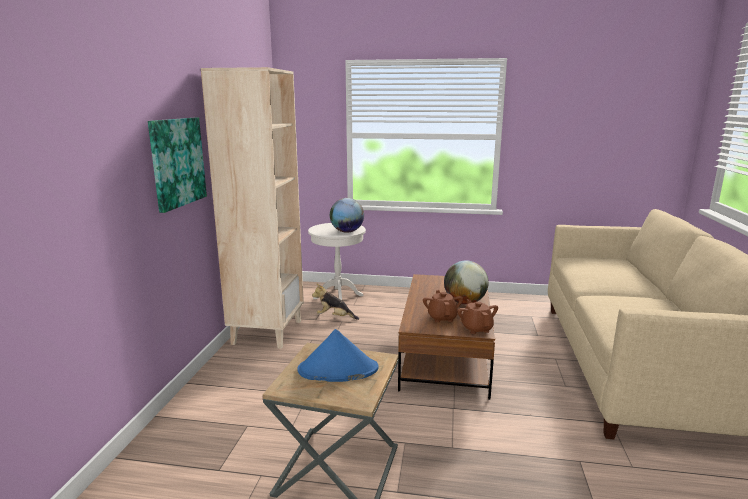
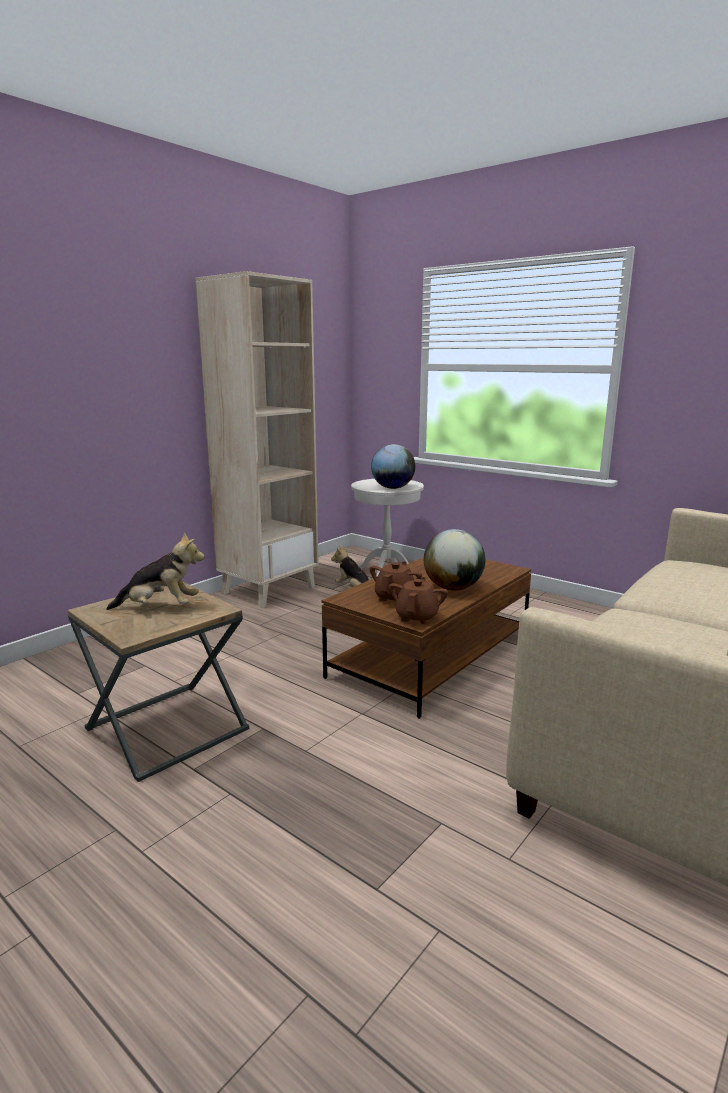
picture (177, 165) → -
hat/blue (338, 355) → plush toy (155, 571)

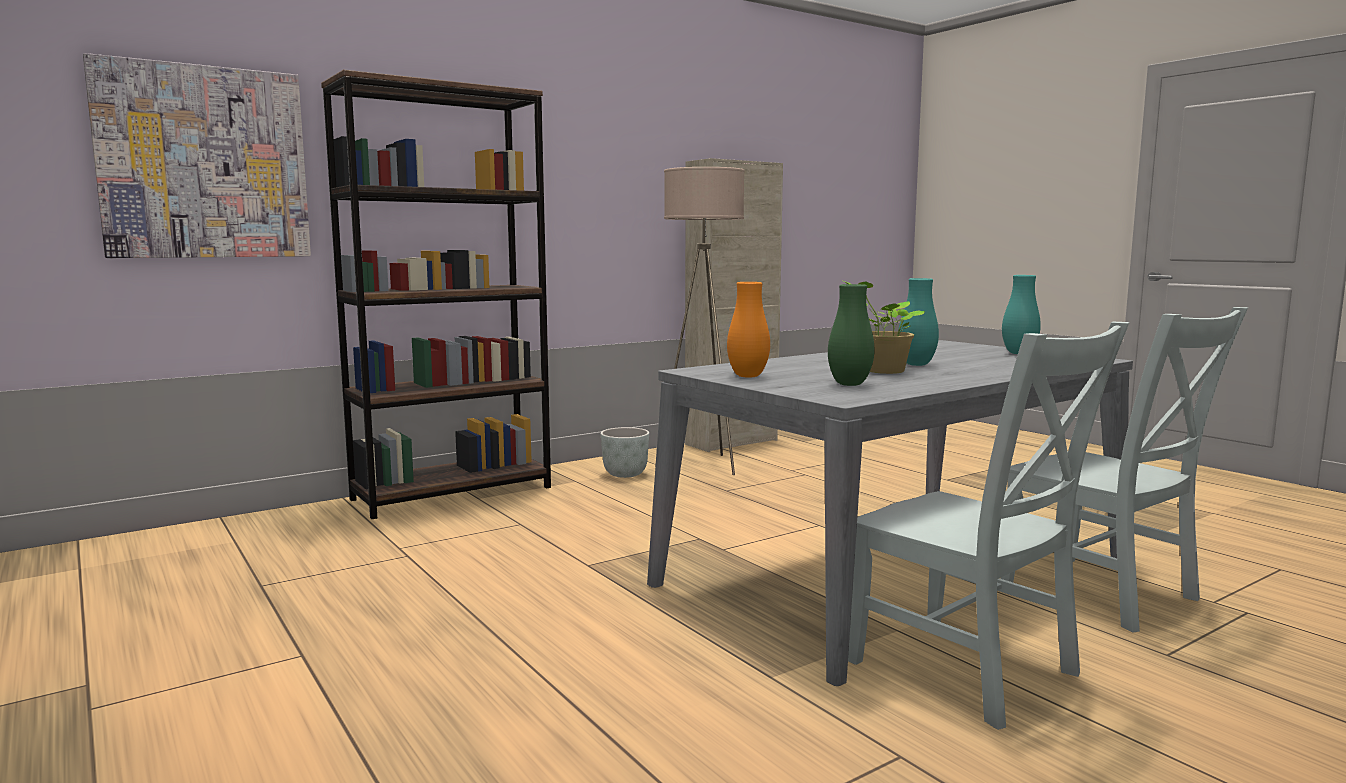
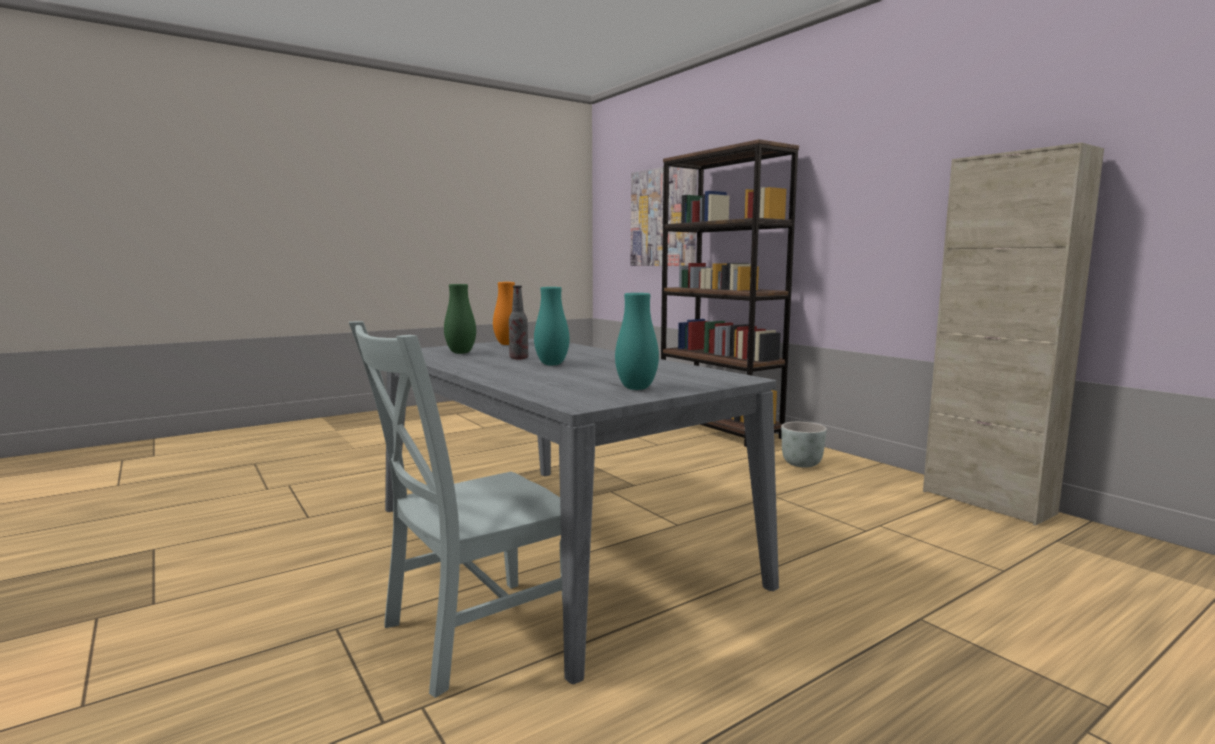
floor lamp/beige (700, 321) → -
chair/grey (989, 526) → -
potted plant (884, 327) → bottle (518, 322)

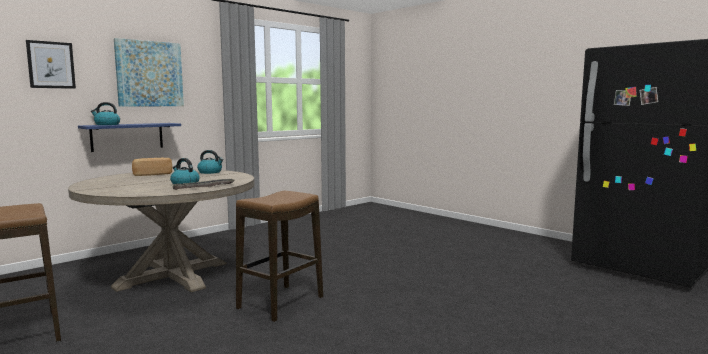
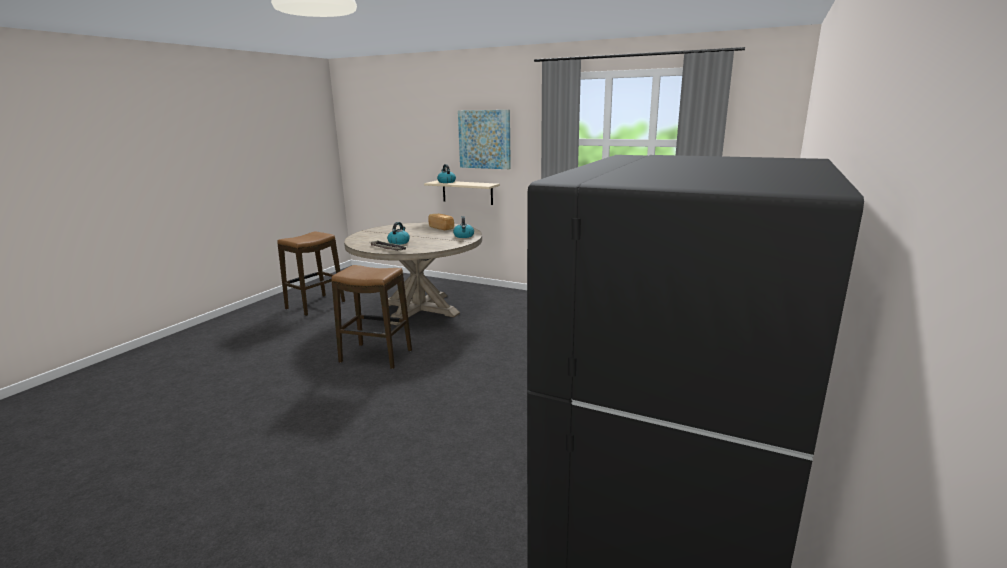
picture (51, 64) → -
shelf/blue (129, 137) → shelf/beige (462, 192)

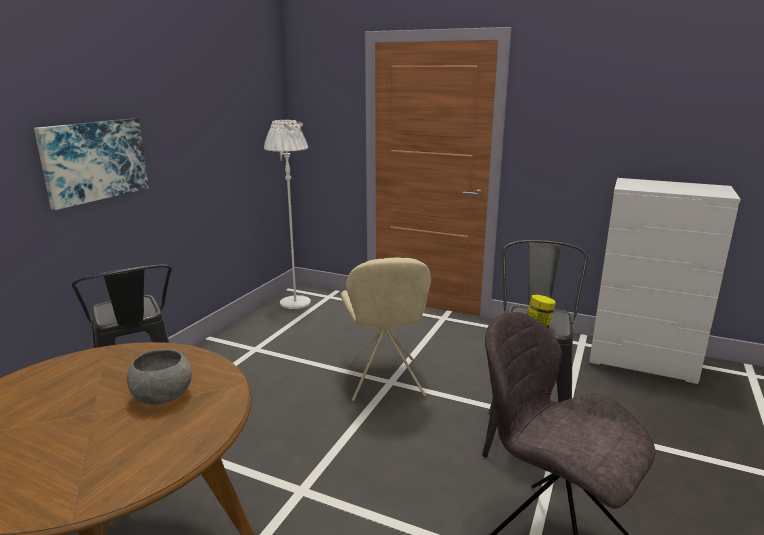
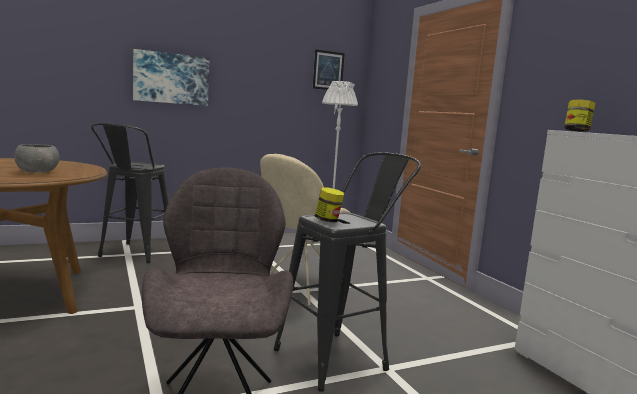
- → picture (329, 69)
- → jar (579, 115)

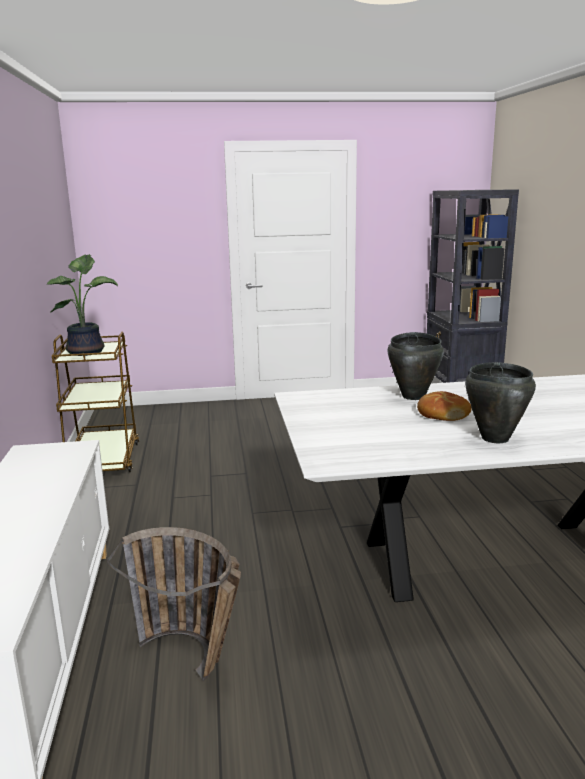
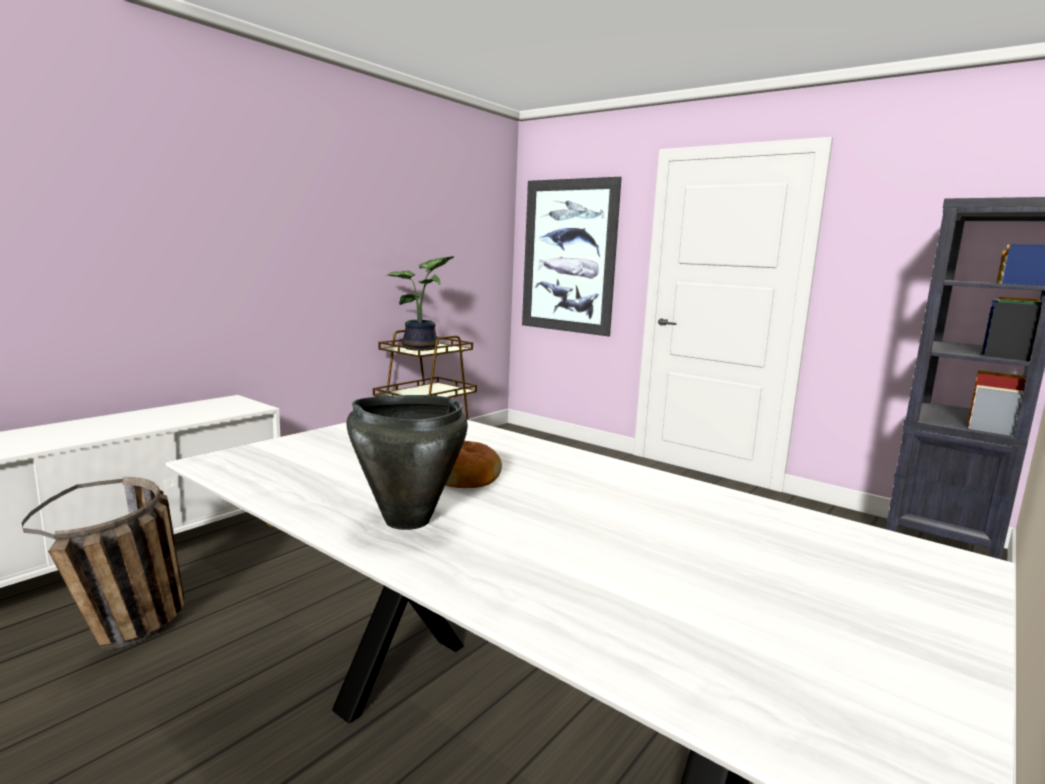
cooking pot/black (416, 366) → -
- → picture (572, 257)

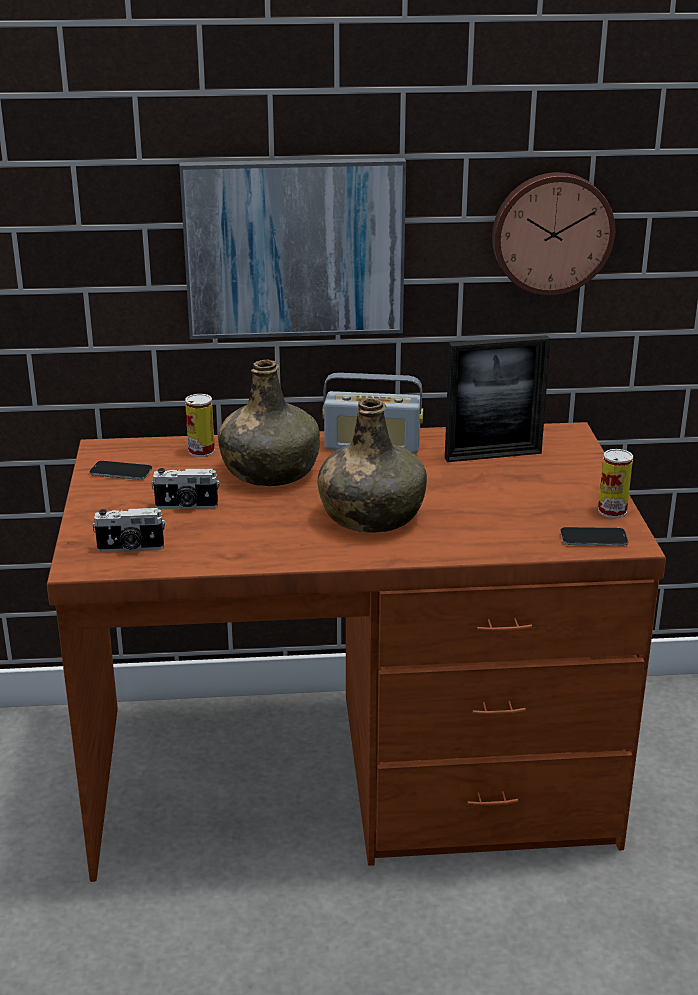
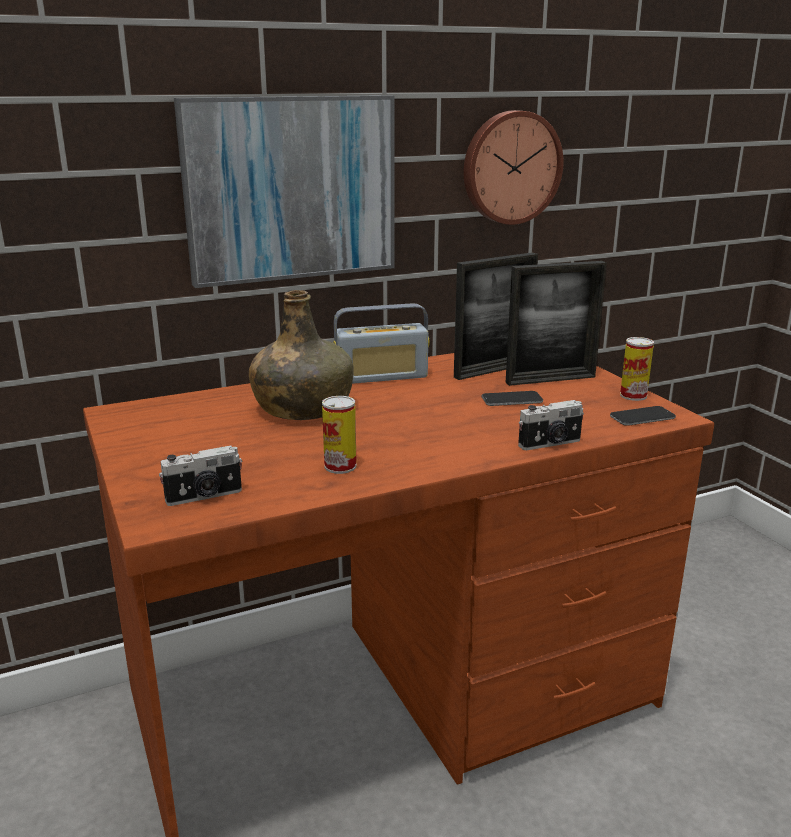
bottle/green (372, 465) → -
- → picture frame (556, 323)
phone (120, 470) → phone (512, 398), relocated
photo camera (185, 488) → photo camera (551, 425), relocated
can (200, 425) → can (339, 435), relocated

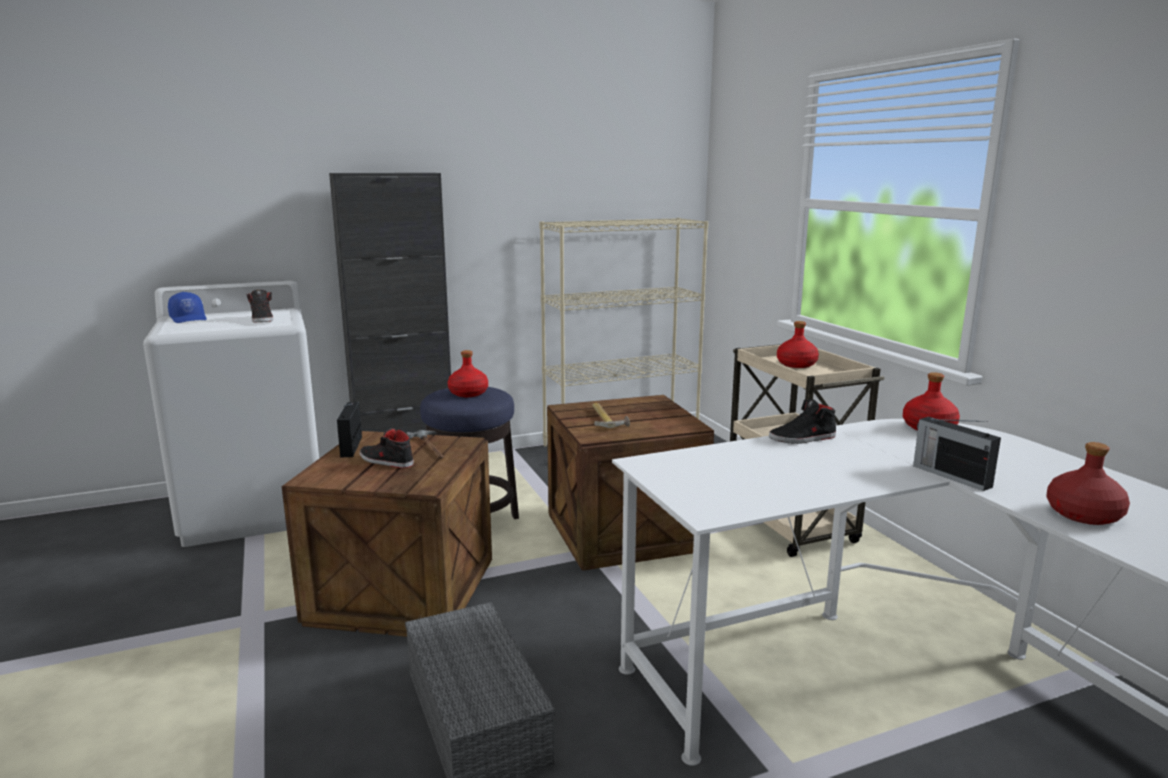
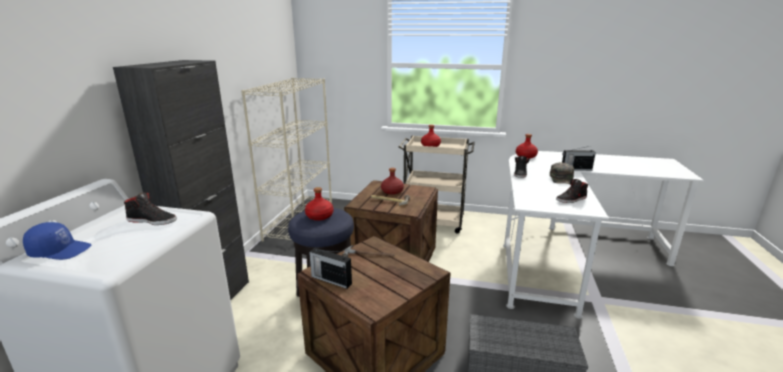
- → cap/green (562, 173)
shoe/black (387, 448) → shoe/black (572, 191), relocated
bottle/red (1088, 483) → bottle/red (392, 181), relocated

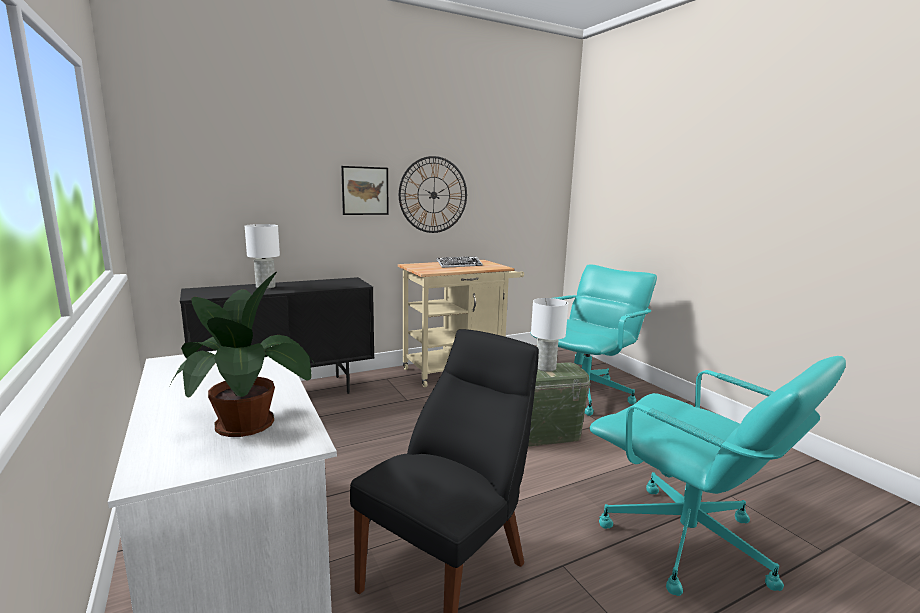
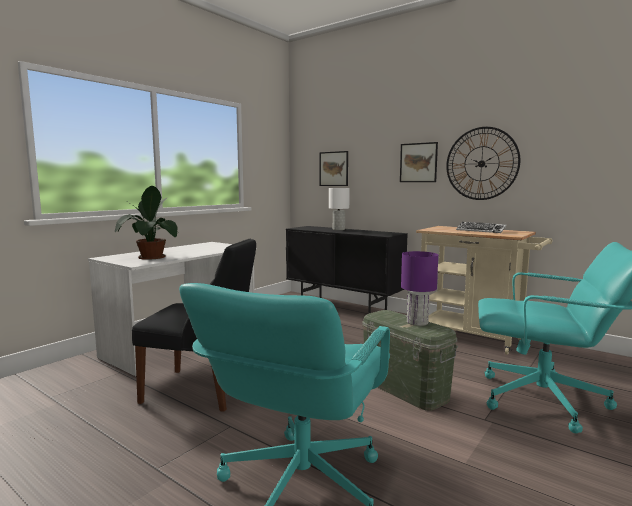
- → picture (334, 168)
table lamp/white (549, 335) → table lamp/purple (419, 288)

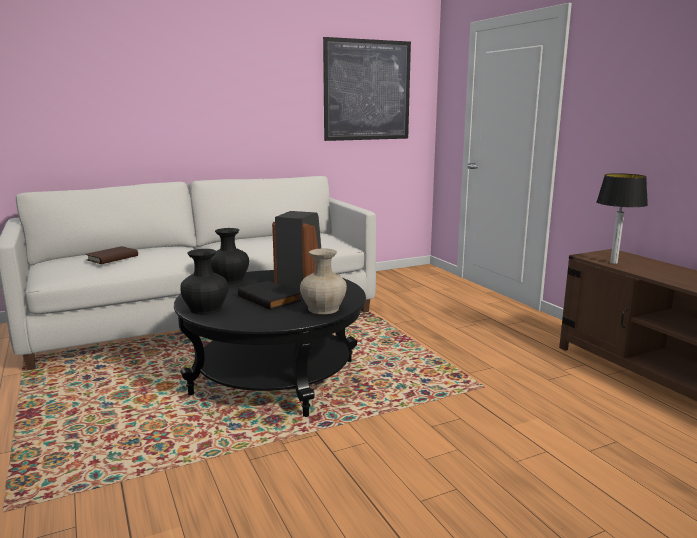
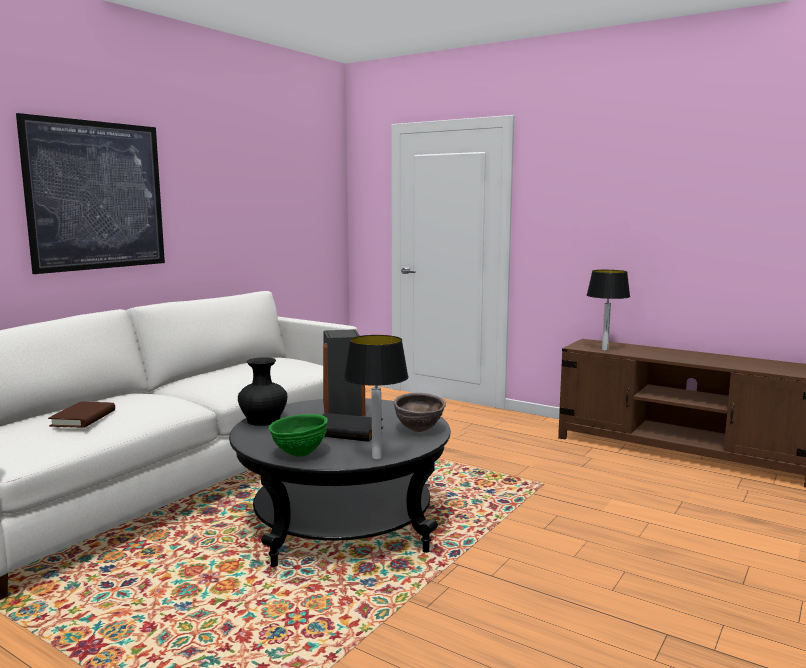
- → table lamp (376, 397)
picture (367, 89) → picture (90, 193), relocated
vase/black (204, 282) → bowl/green (298, 435)
vase/beige (323, 281) → bowl/brown (419, 412)

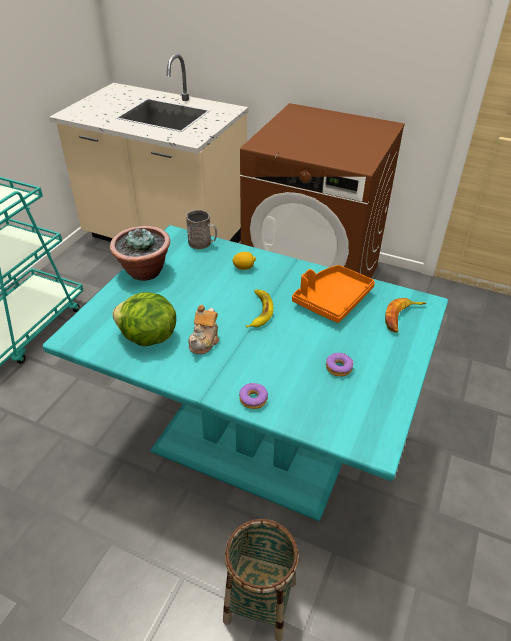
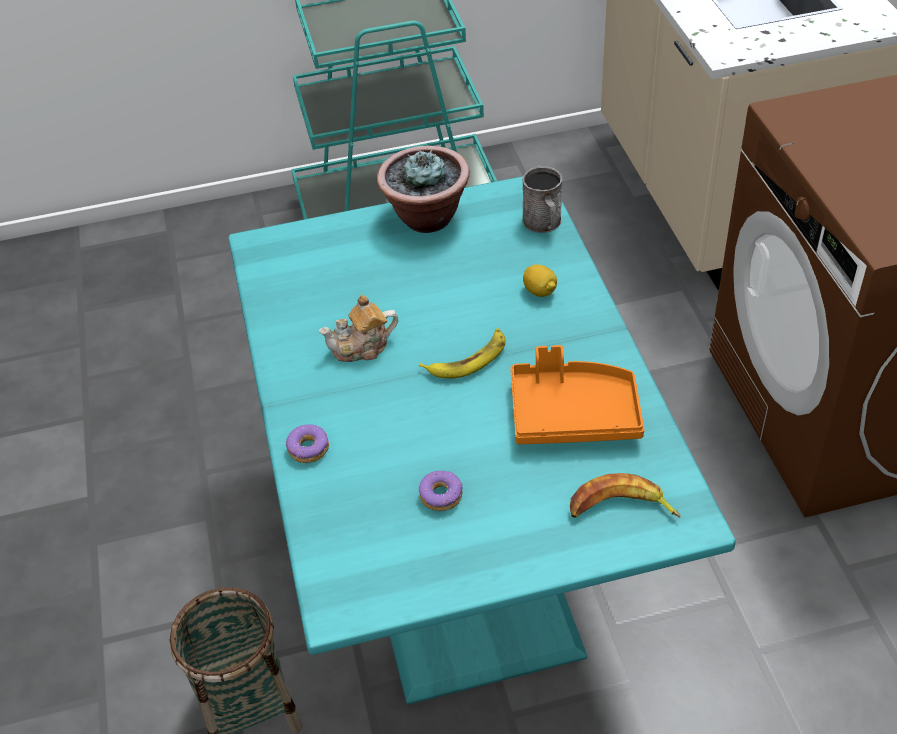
lettuce (144, 319) → -

